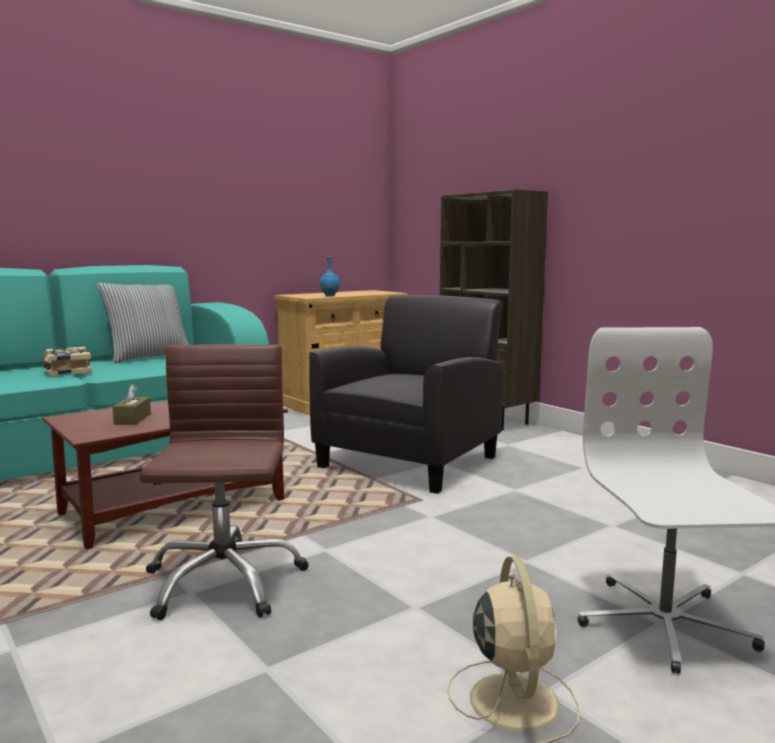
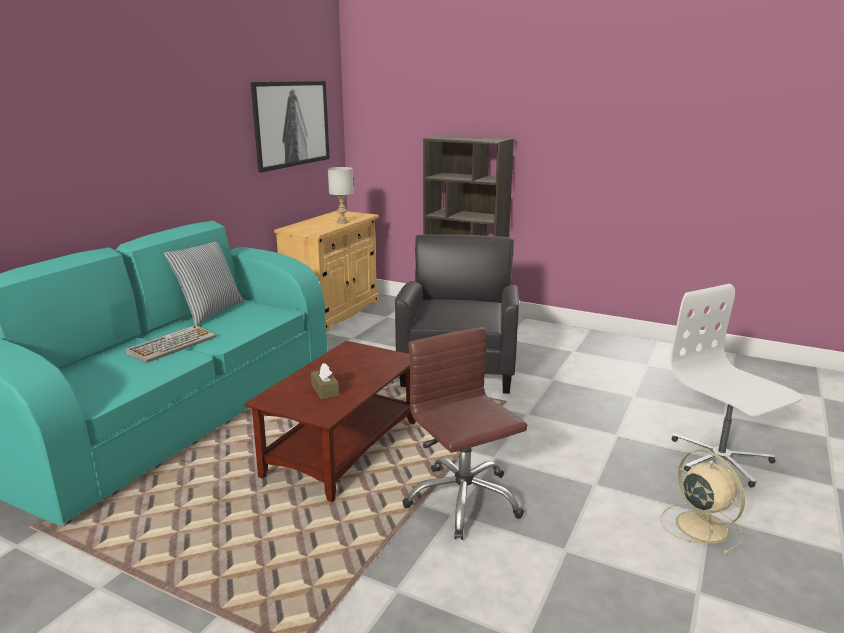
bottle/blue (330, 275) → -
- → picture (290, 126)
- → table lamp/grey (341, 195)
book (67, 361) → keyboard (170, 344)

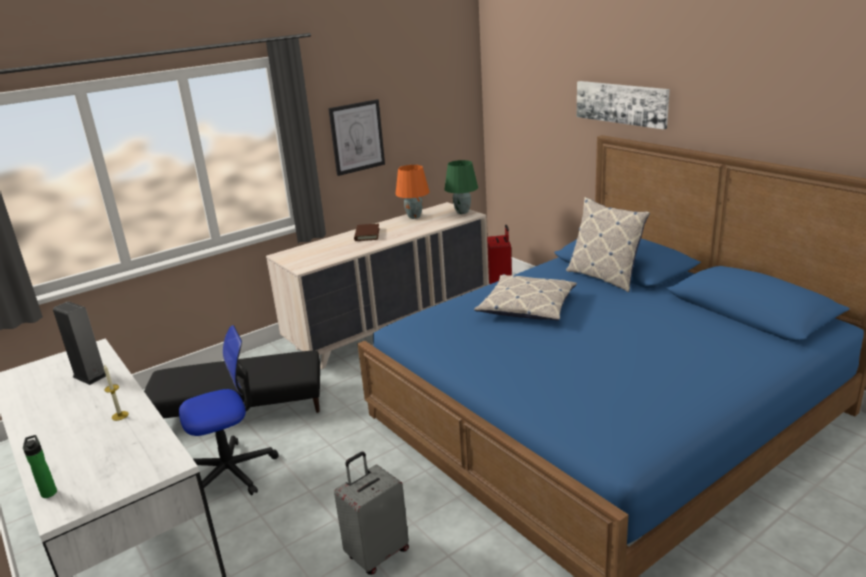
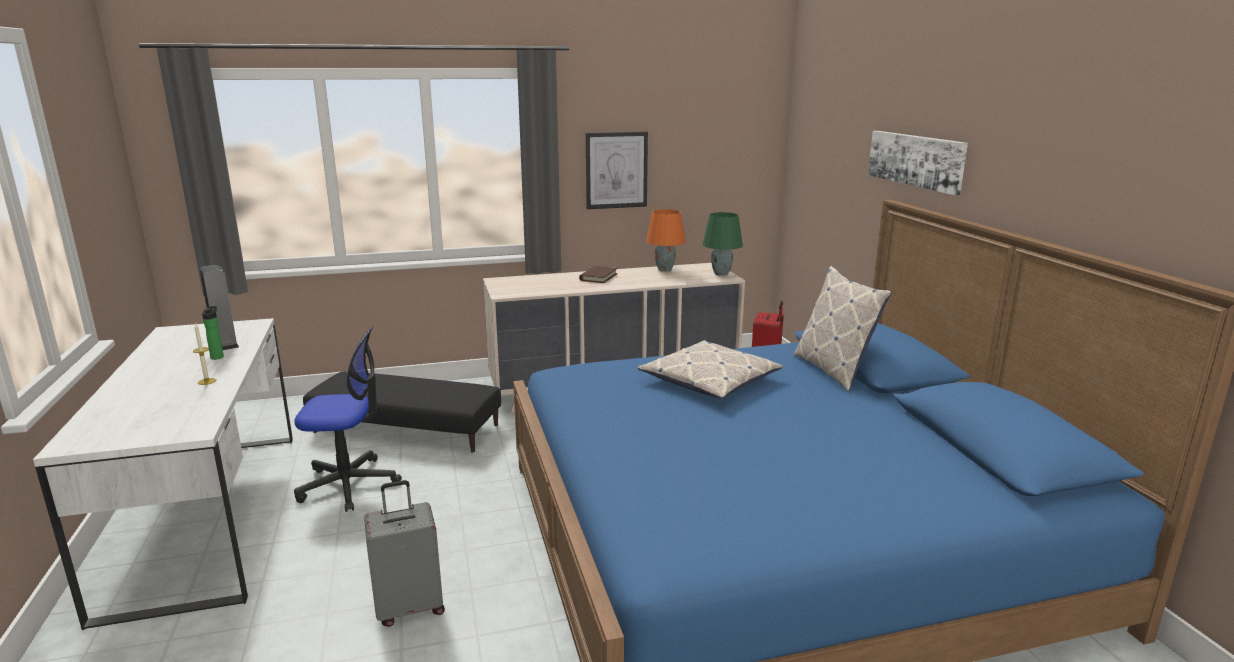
bottle (40, 466) → bottle (213, 333), relocated

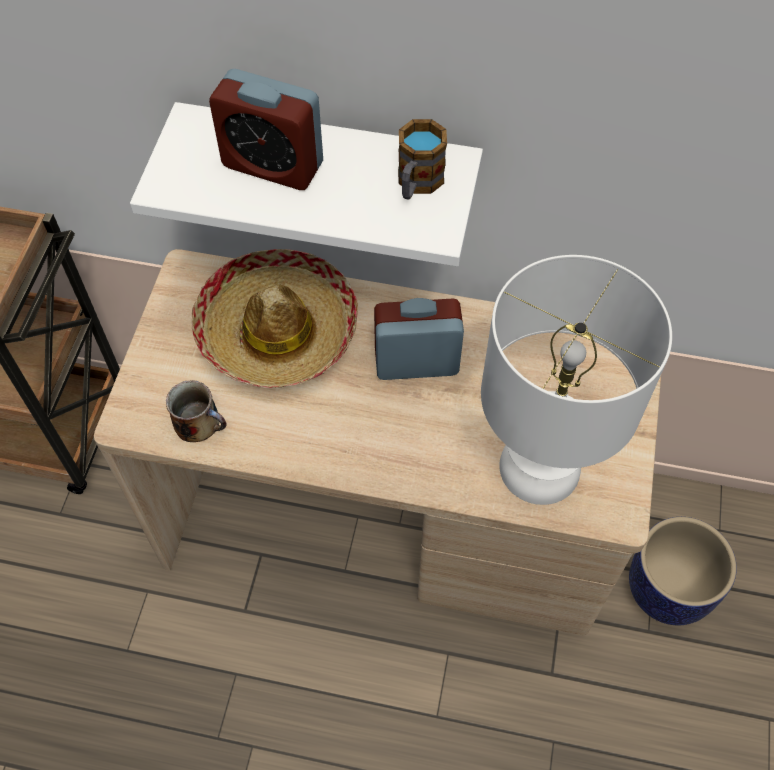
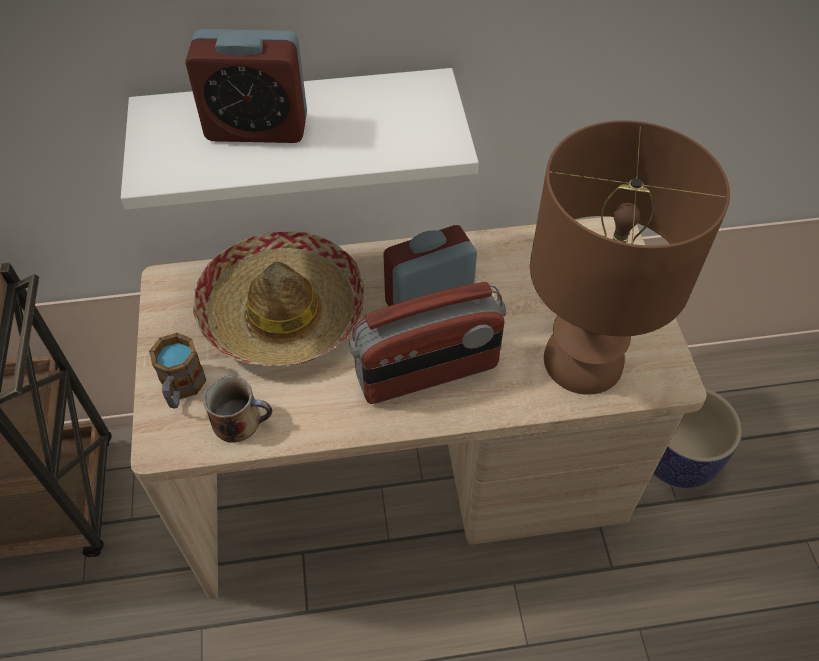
- → radio (427, 343)
mug (422, 159) → mug (177, 370), relocated
table lamp/white (576, 380) → table lamp/brown (630, 257)

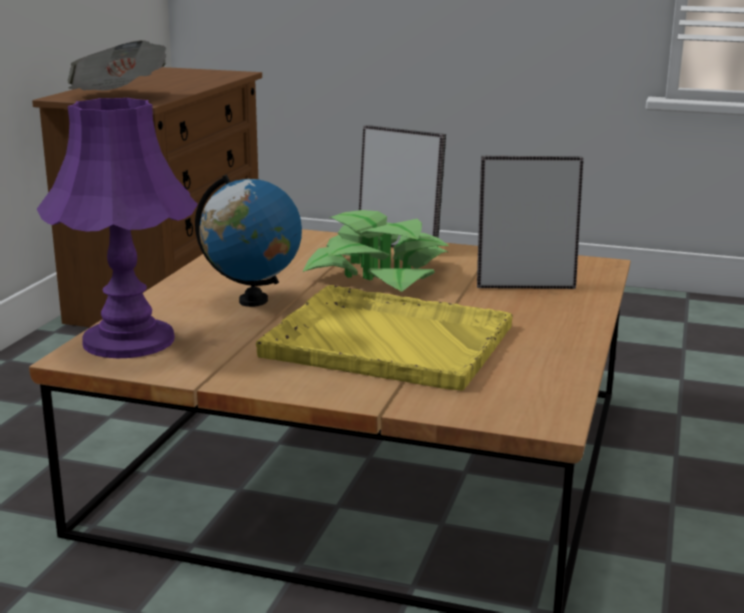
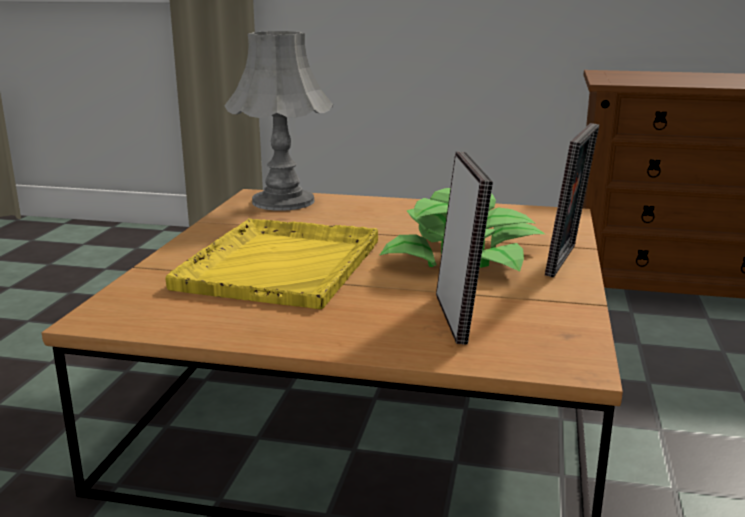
newspaper (117, 65) → -
globe (248, 240) → -
table lamp/purple (117, 228) → table lamp/grey (278, 121)

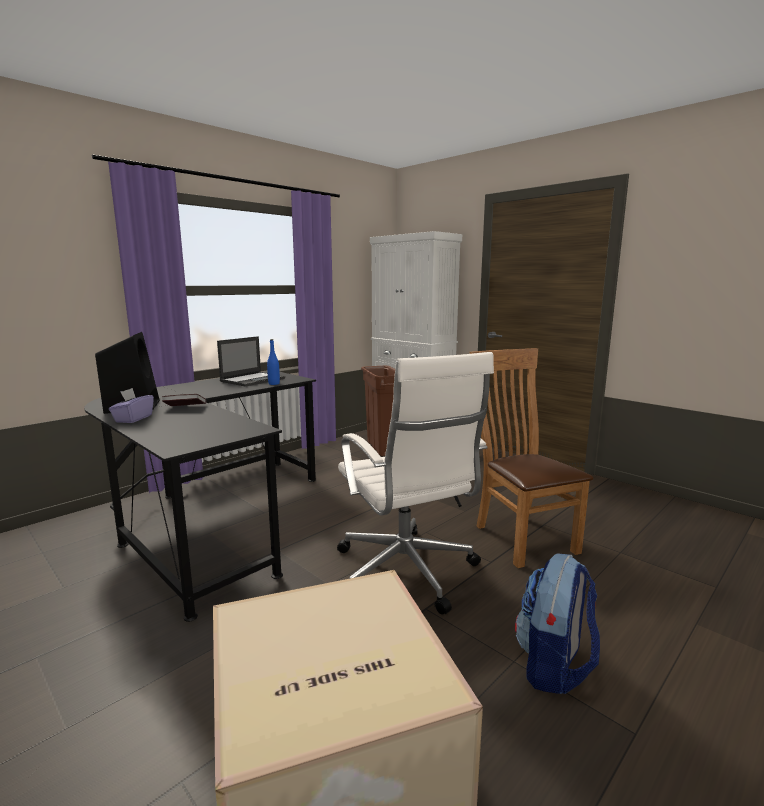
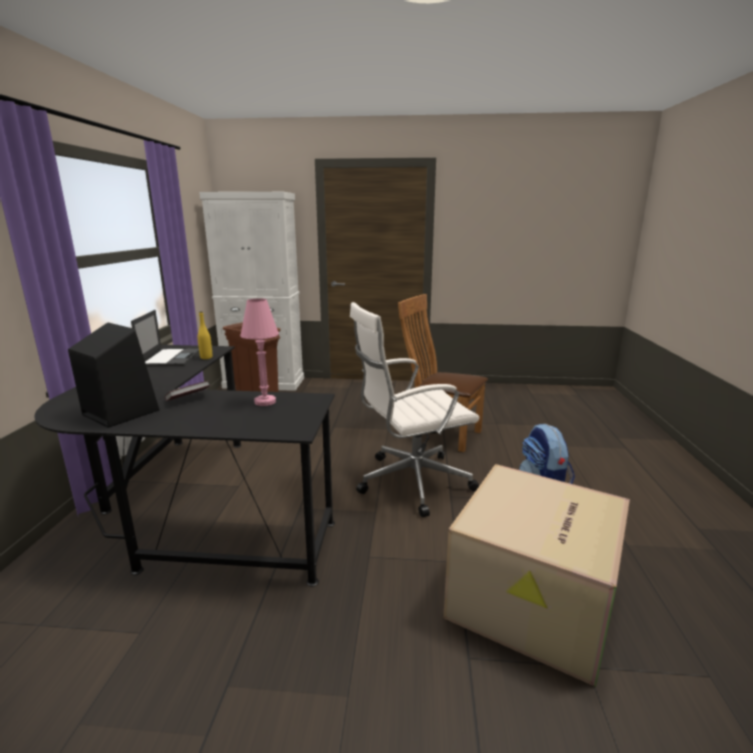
tissue box/purple (131, 405) → -
- → table lamp/pink (259, 352)
bottle/blue (273, 362) → bottle/yellow (205, 335)
office chair/white (415, 483) → office chair/white (414, 409), 135 degrees clockwise

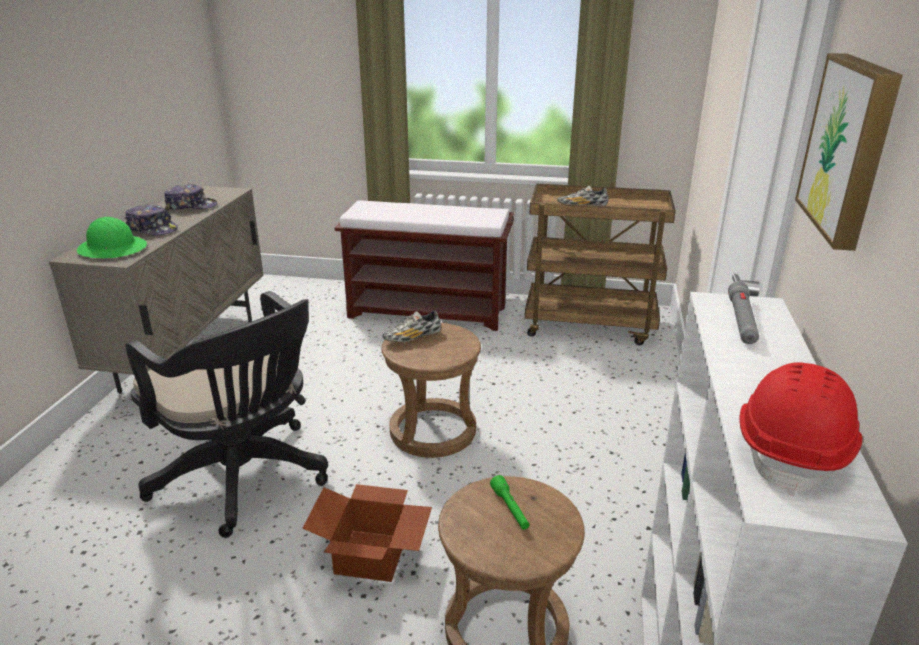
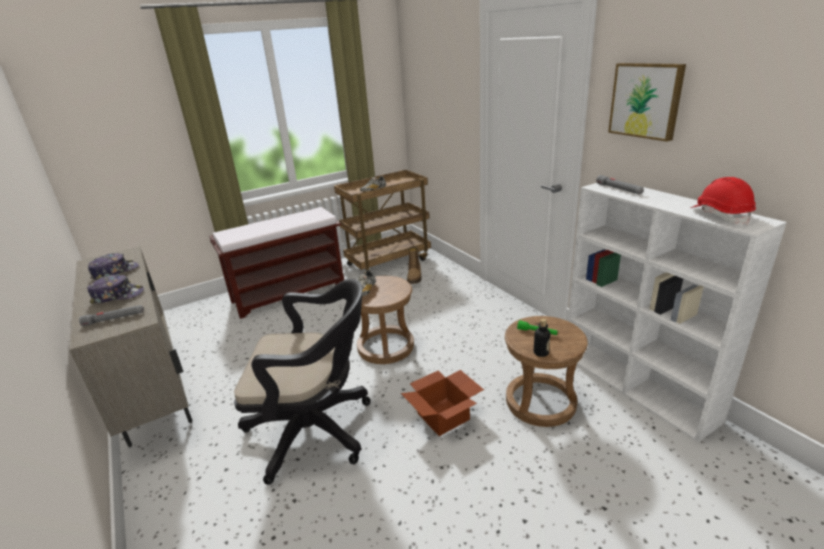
- → boot (414, 265)
- → bottle (542, 337)
hard hat/green (112, 238) → flashlight/grey (111, 315)

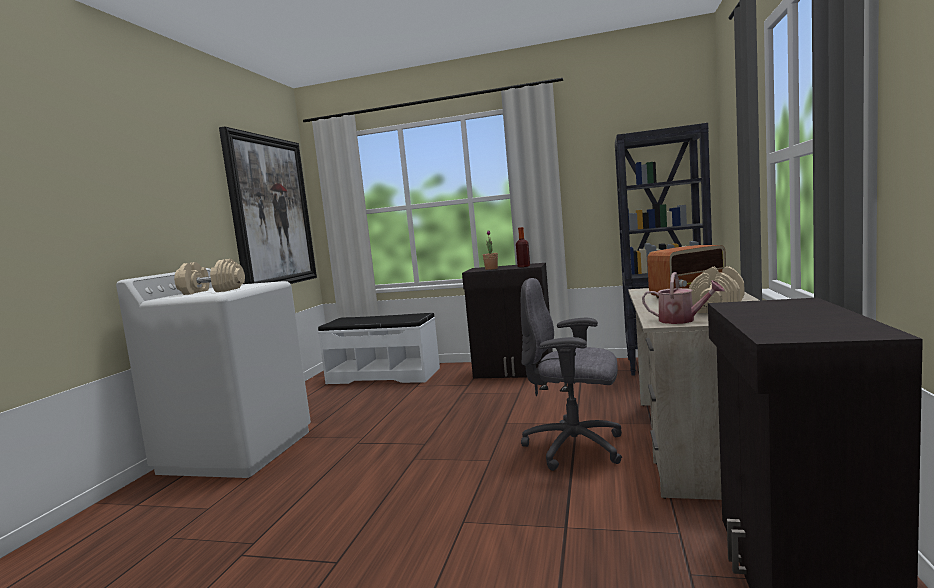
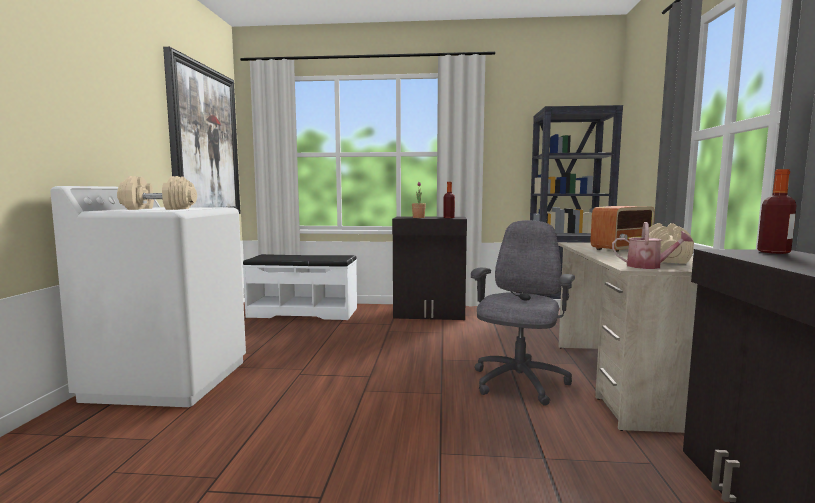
- → bottle (776, 211)
office chair/grey (571, 374) → office chair/grey (523, 313), 105 degrees clockwise

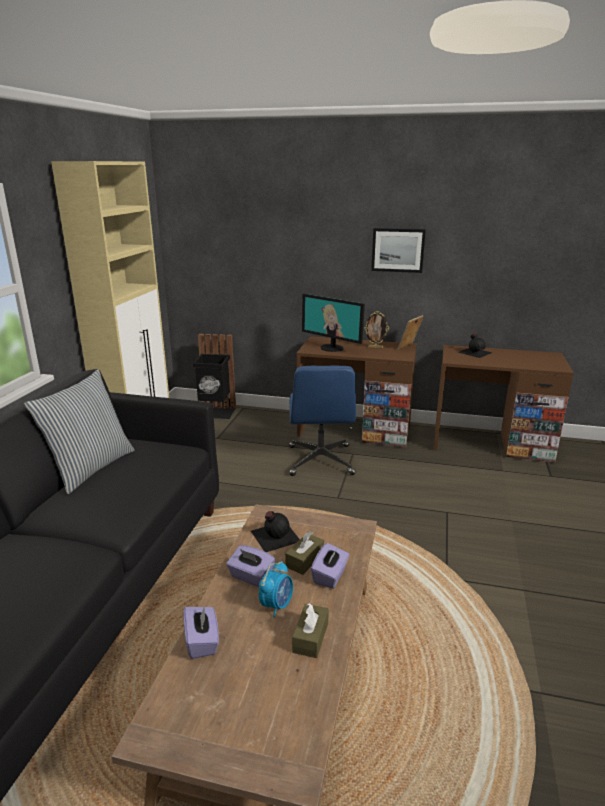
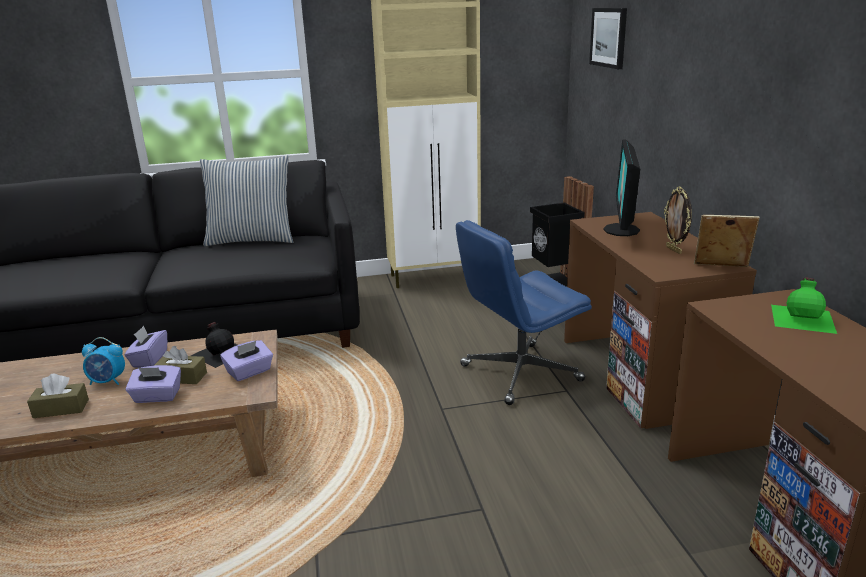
tissue box/purple (201, 632) → tissue box/purple (246, 360), relocated
picture (398, 250) → picture (608, 38), relocated
bottle/black (475, 345) → bottle/green (804, 306)

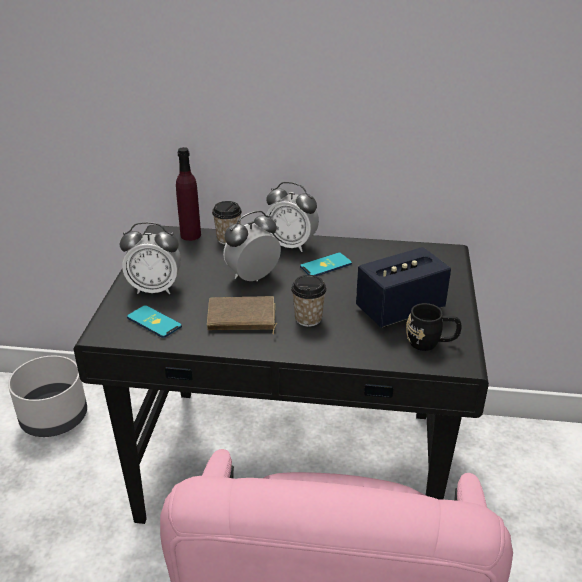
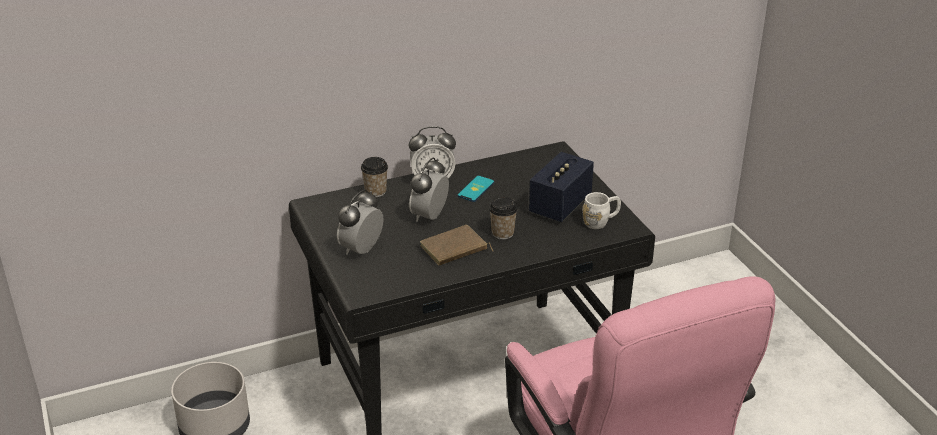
phone (154, 321) → -
bottle/purple (188, 194) → -
mug/black (434, 327) → mug/white (601, 210)
alarm clock (150, 258) → alarm clock (360, 222), 150 degrees clockwise

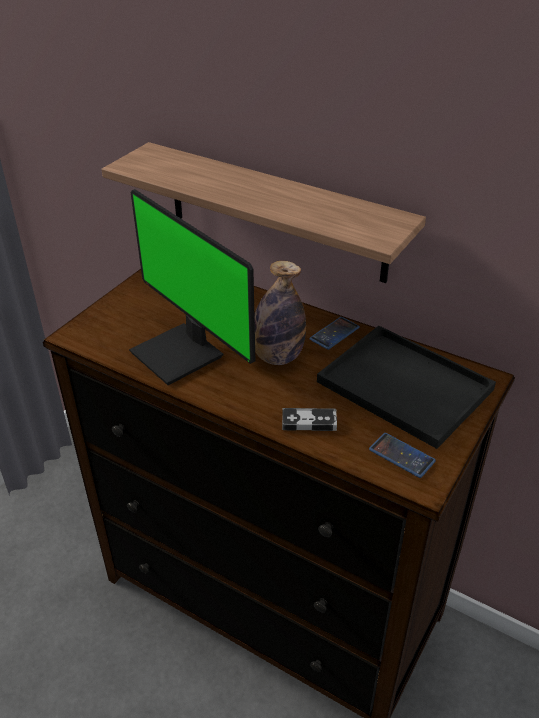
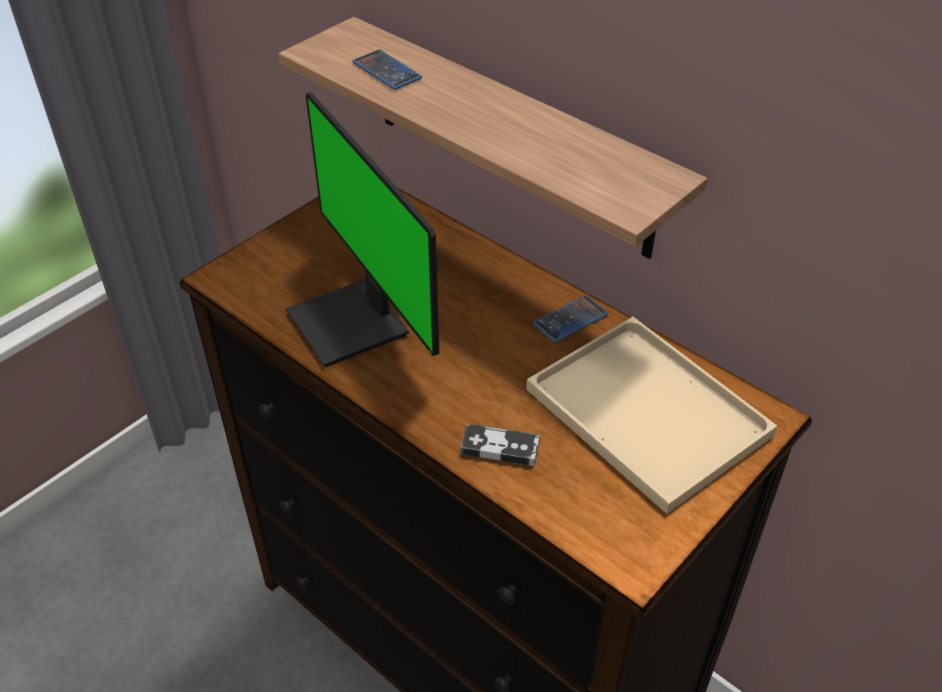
bottle (280, 313) → -
phone (402, 455) → phone (387, 69), relocated
tray/black (406, 387) → tray/beige (651, 415)

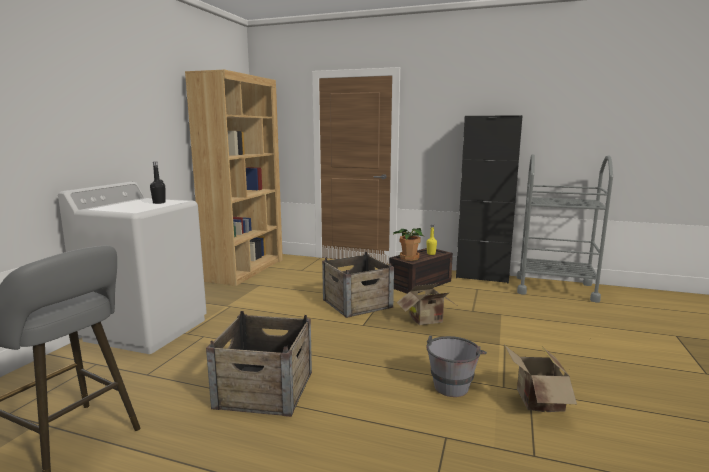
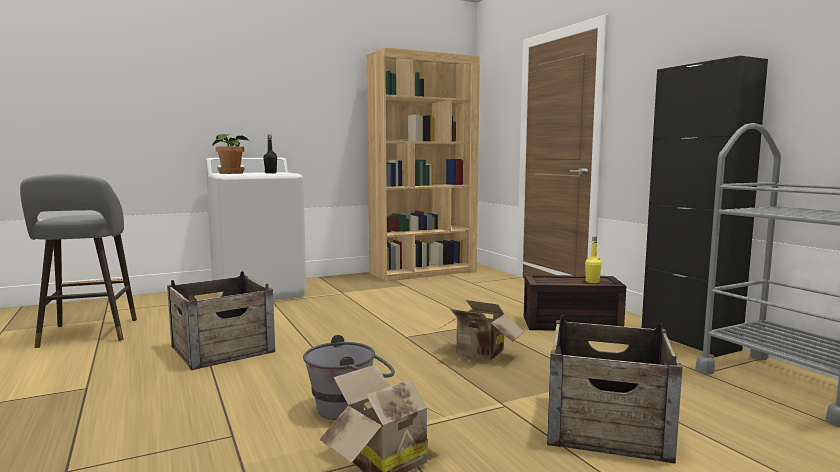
crate (358, 285) → crate (615, 389), relocated
potted plant (408, 244) → potted plant (231, 154), relocated

